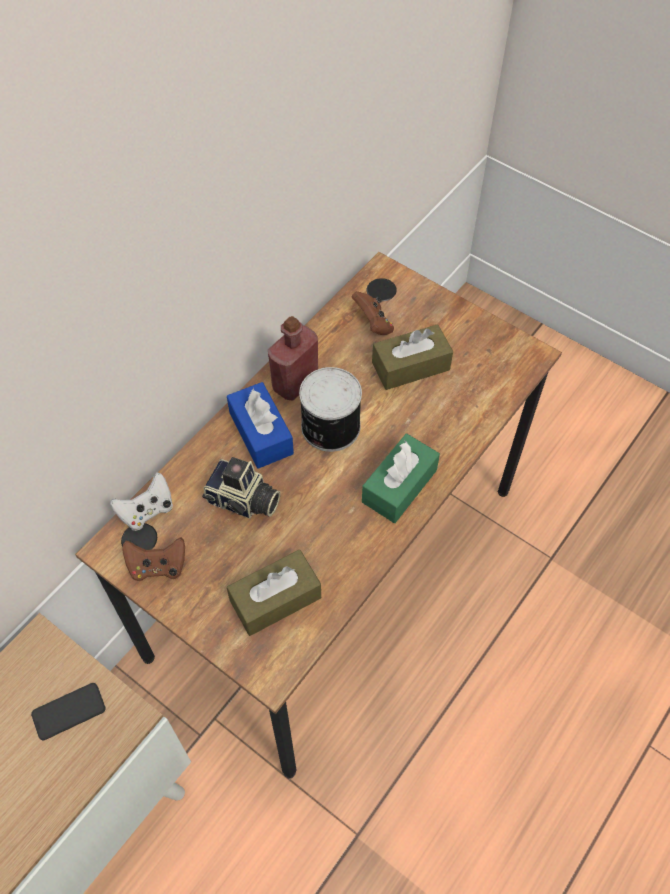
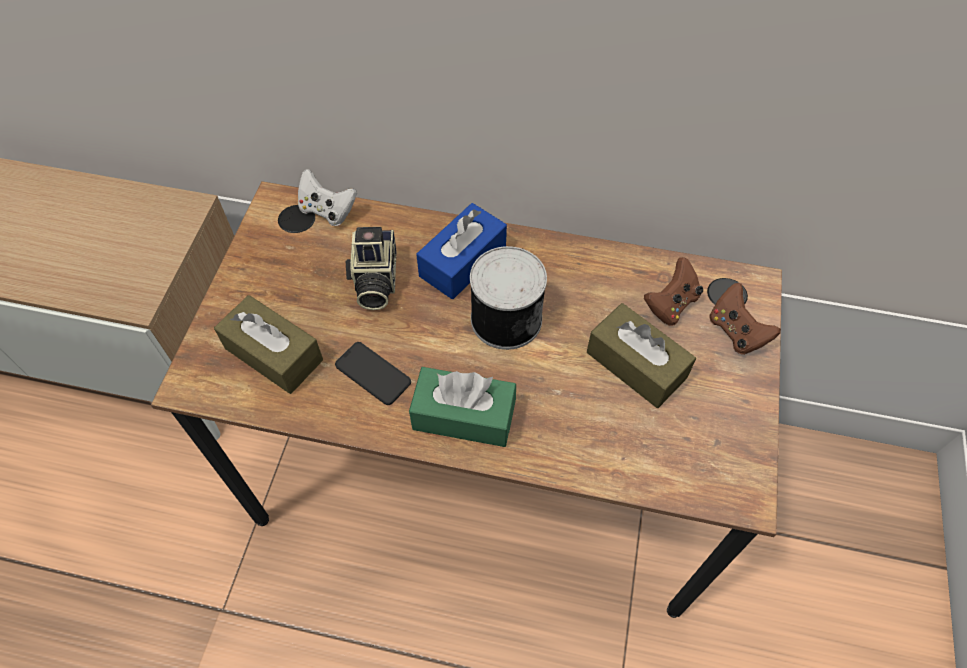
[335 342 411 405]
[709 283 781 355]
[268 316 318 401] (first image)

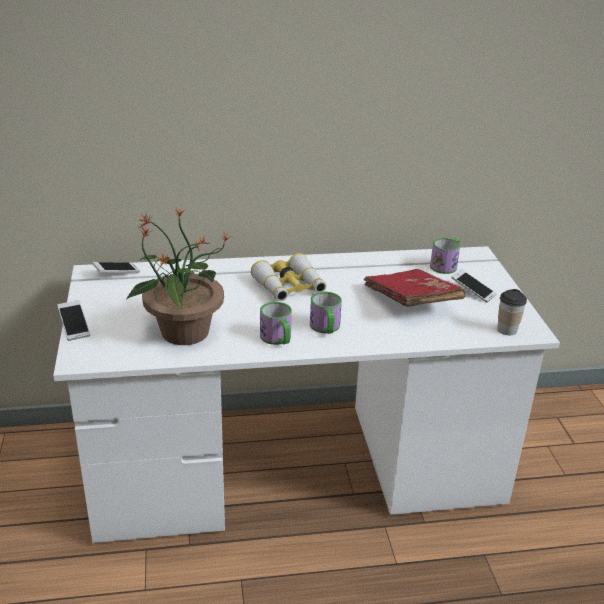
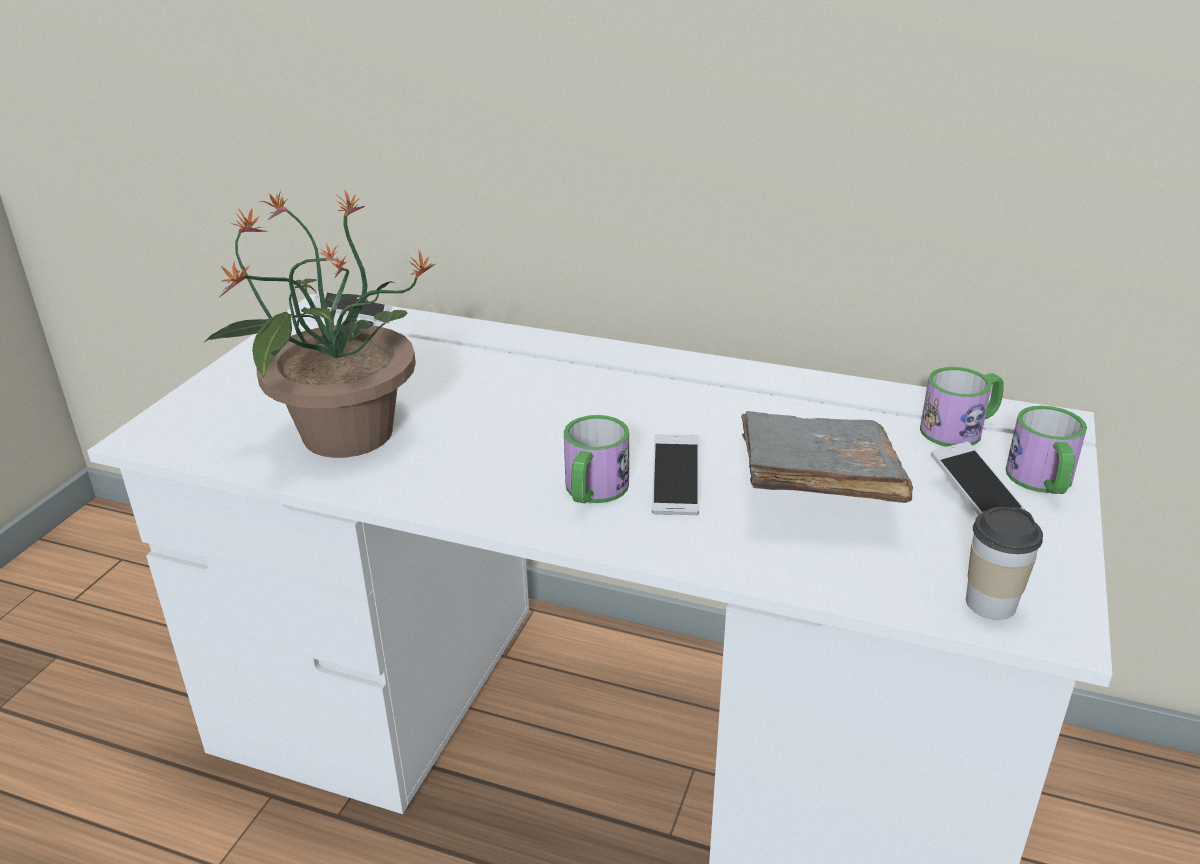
[652 434 699 515]
[251 253 326 301] (first image)
[1006 405 1087 494]
[741 411 913 503]

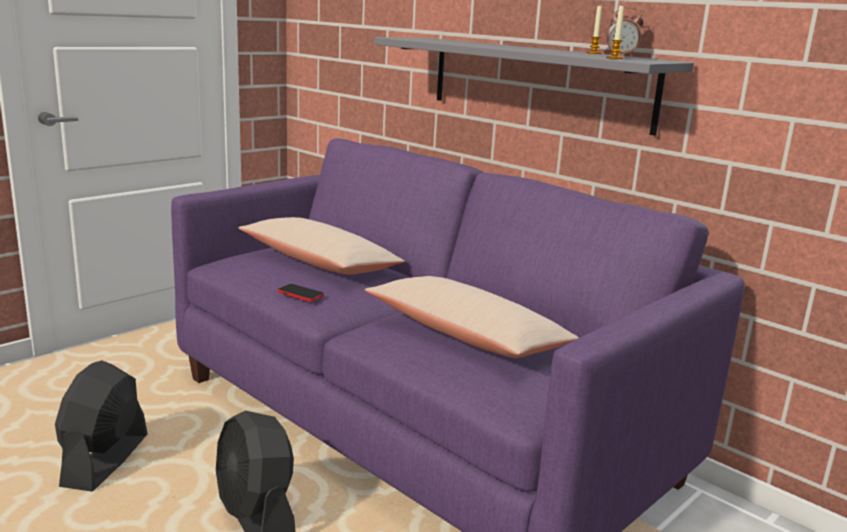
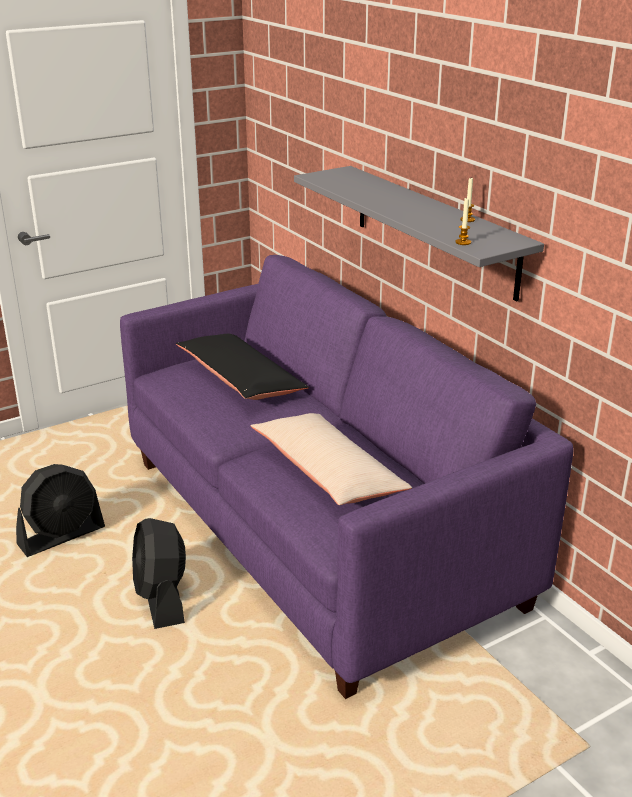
[16 464 105 557]
[176 334 309 400]
[277 284 324 302] (first image)
[607 7 644 57] (first image)

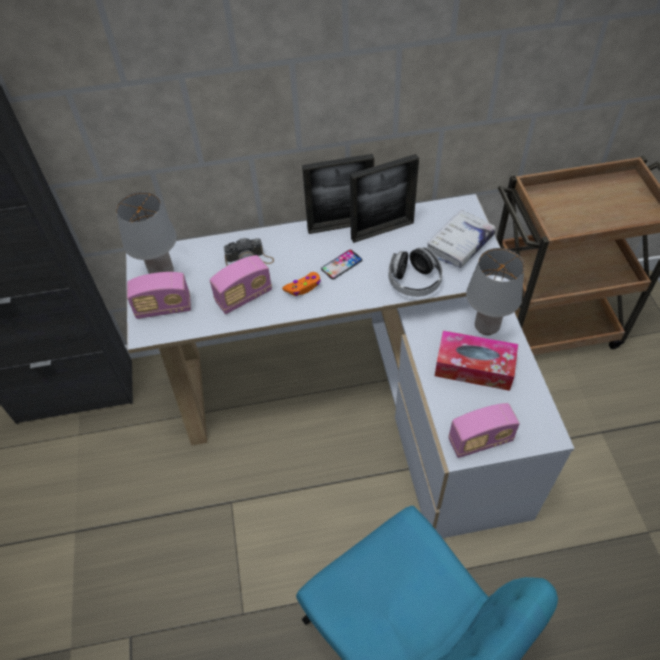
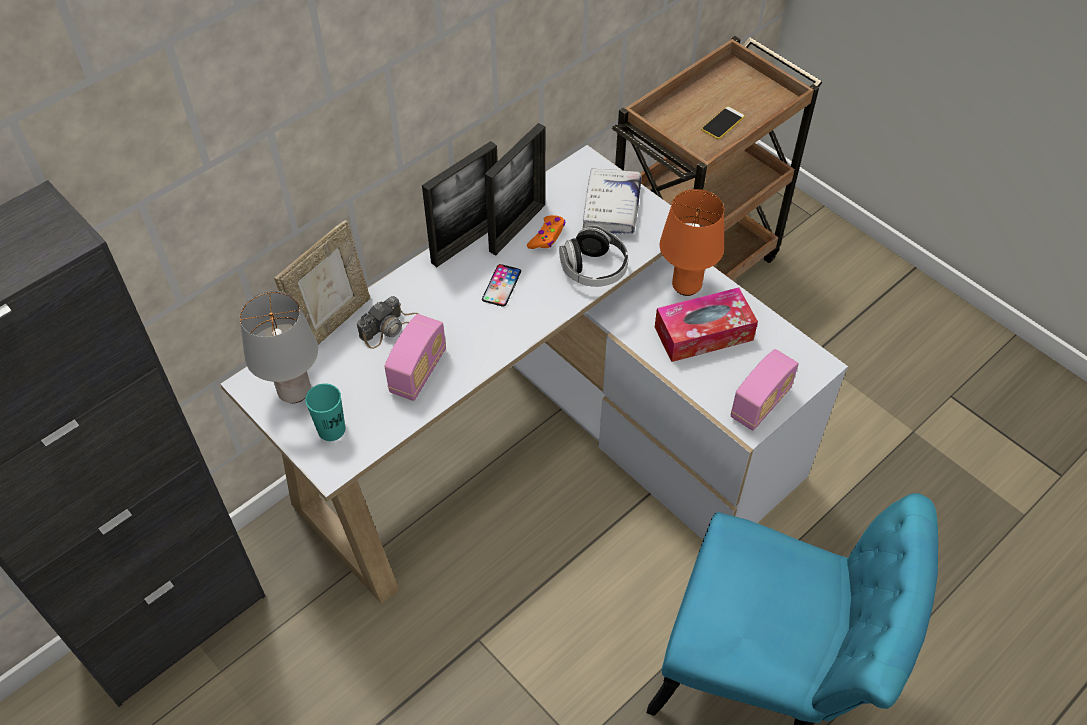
[305 383 345 441]
[527 215 565 249]
[660 189 724 296]
[274 220 370 345]
[701 106 745 139]

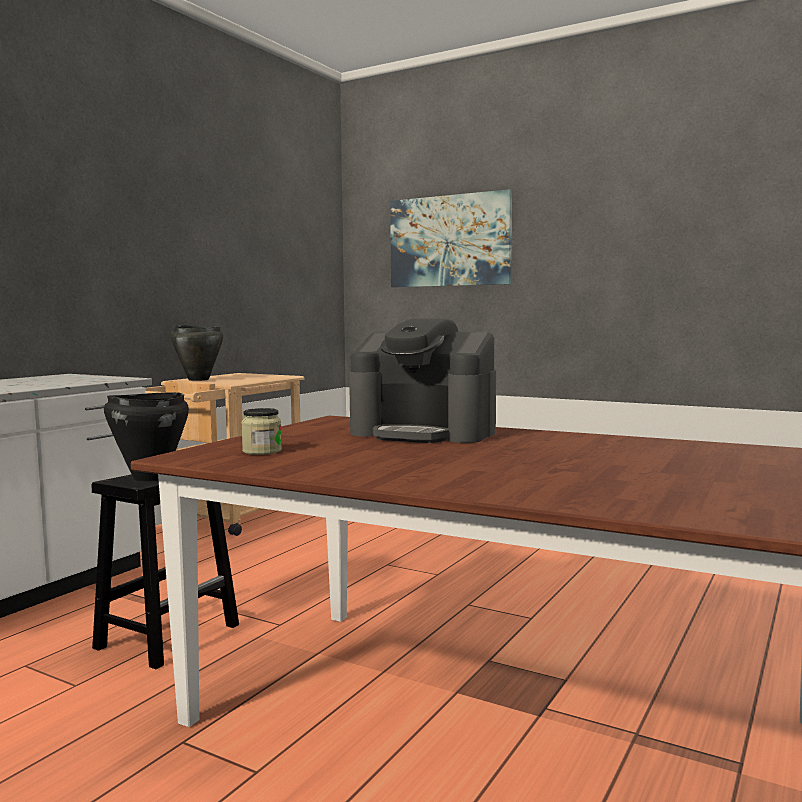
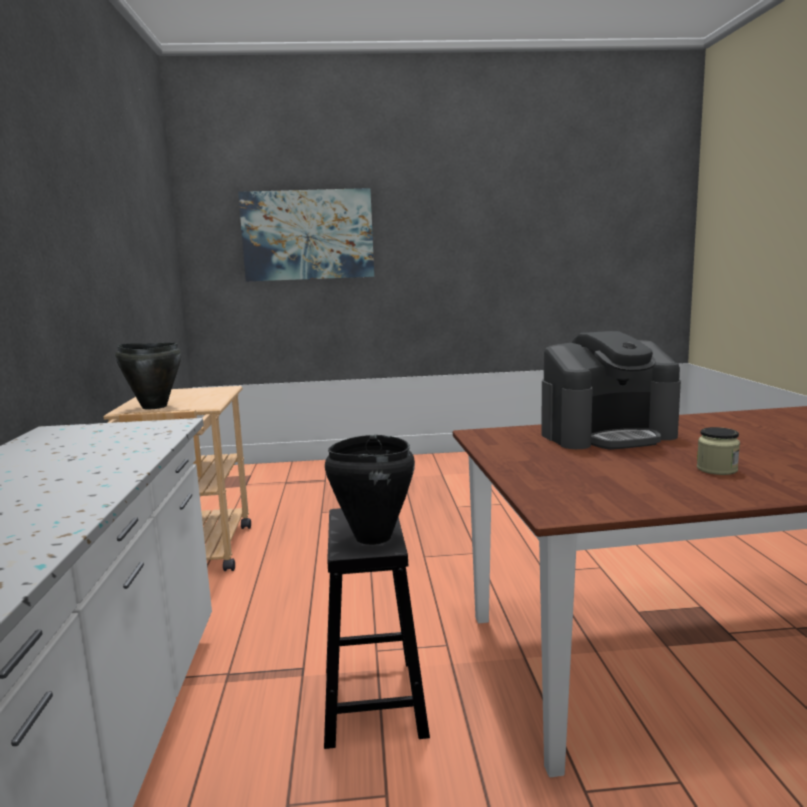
[697 427 740 475]

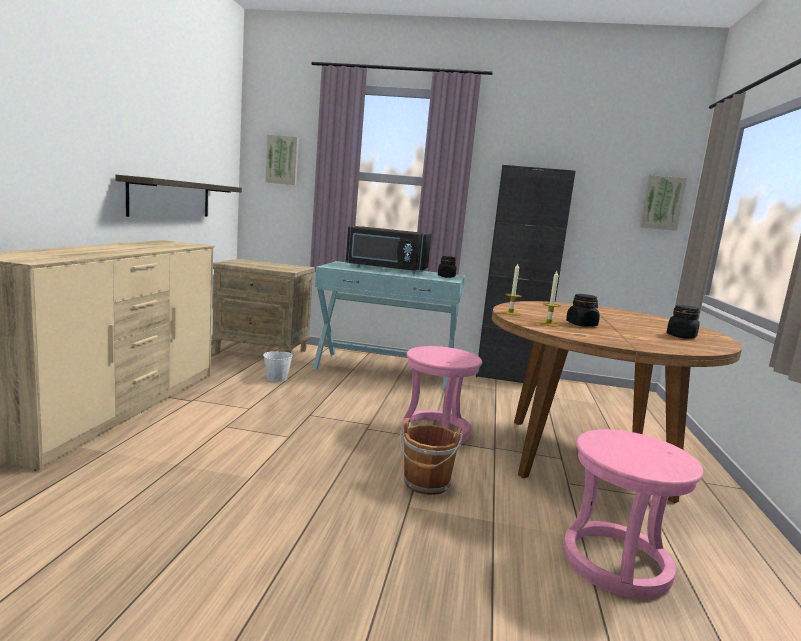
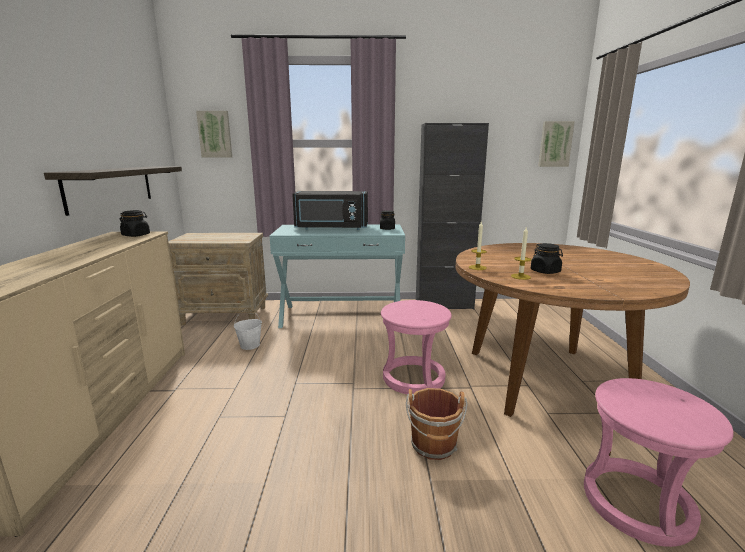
[119 210 150 237]

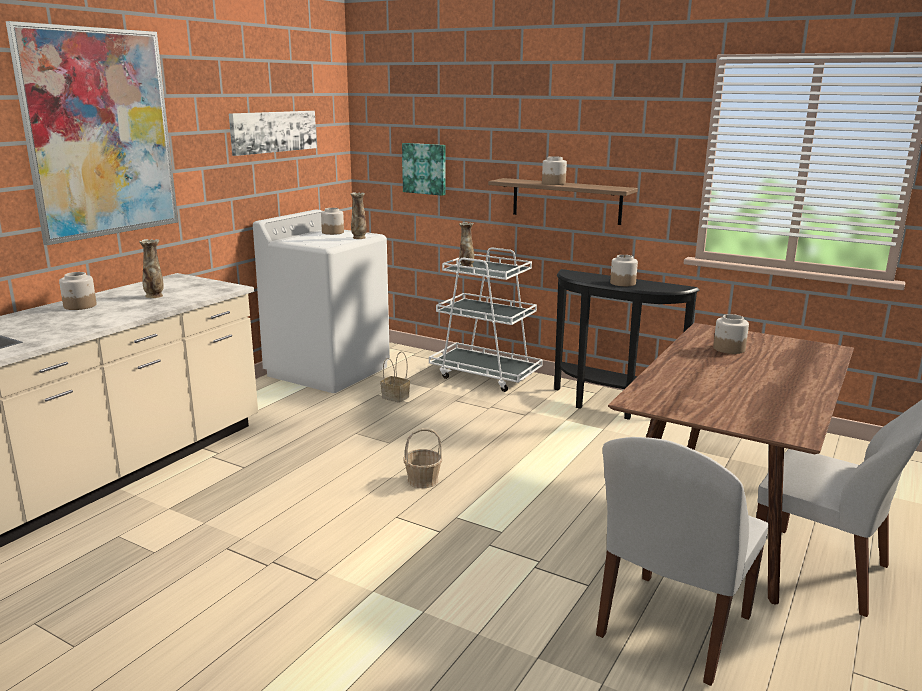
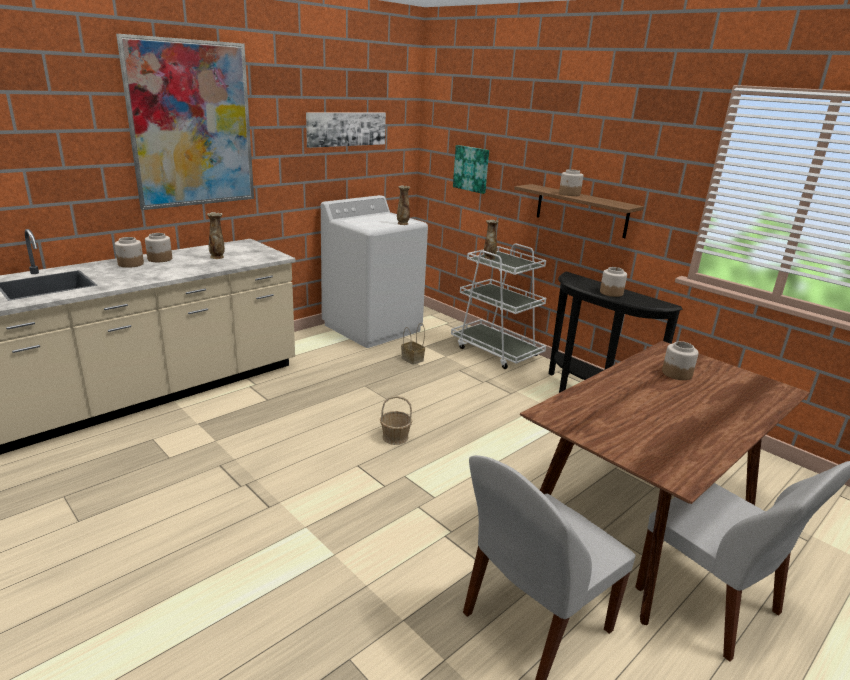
[115 237 144 268]

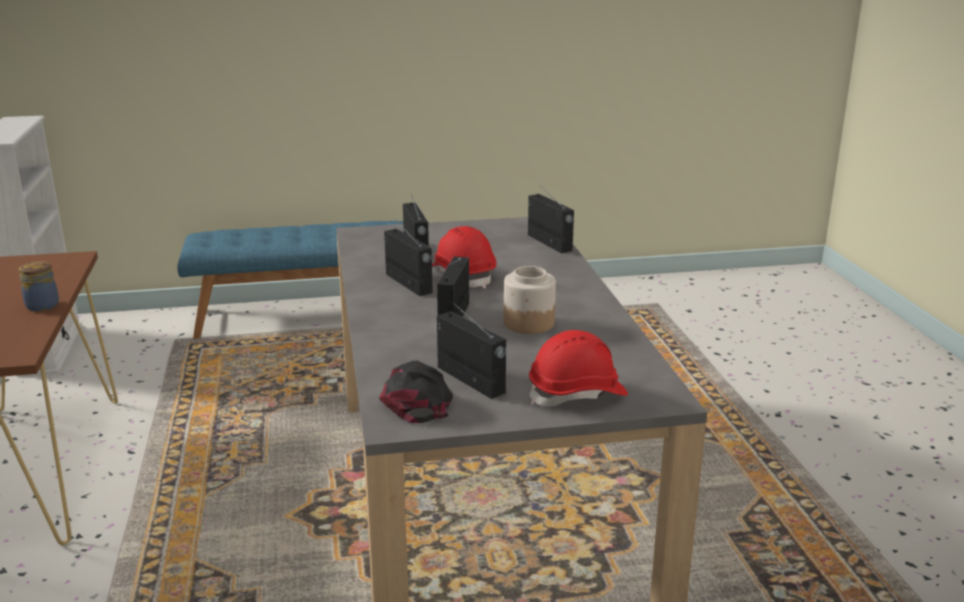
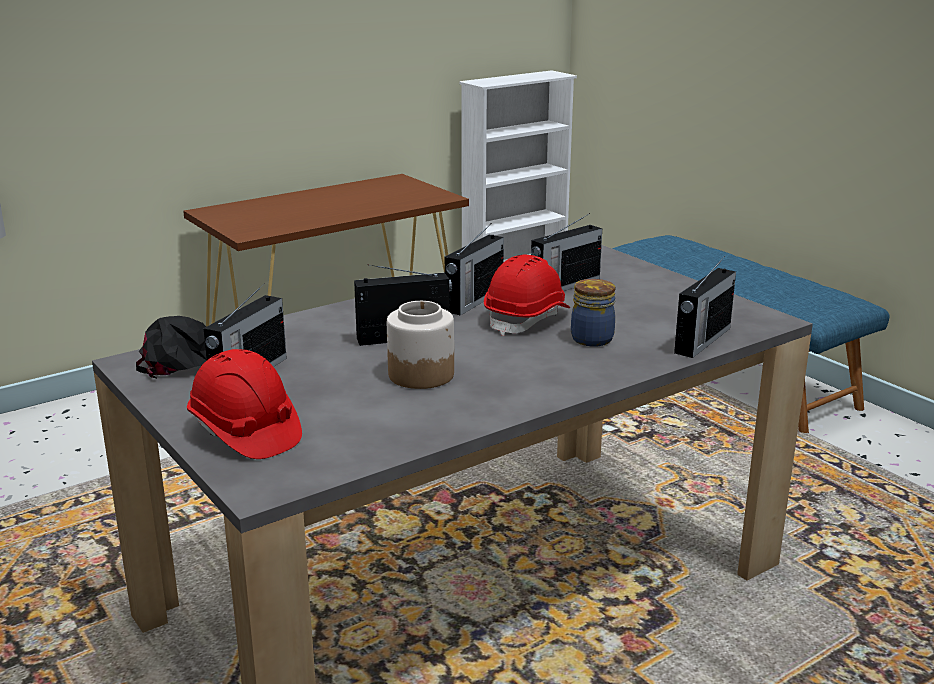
[571 279 615 346]

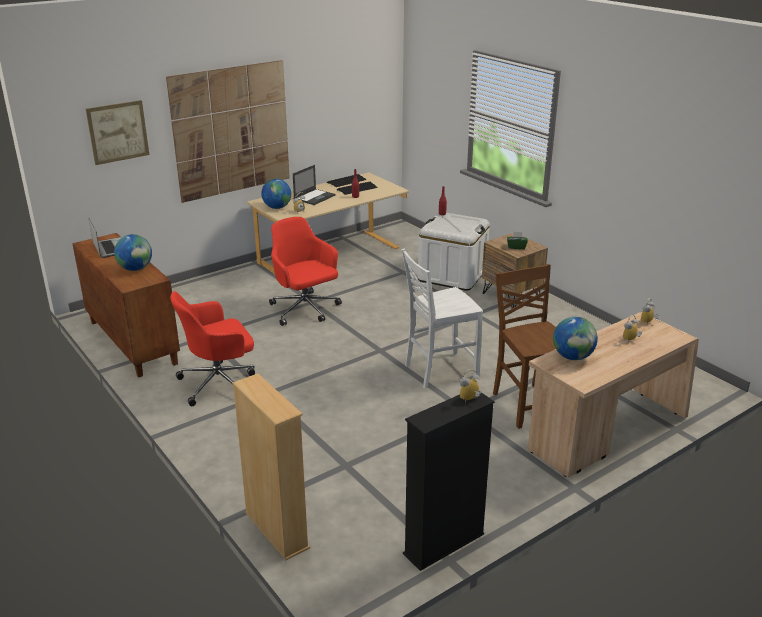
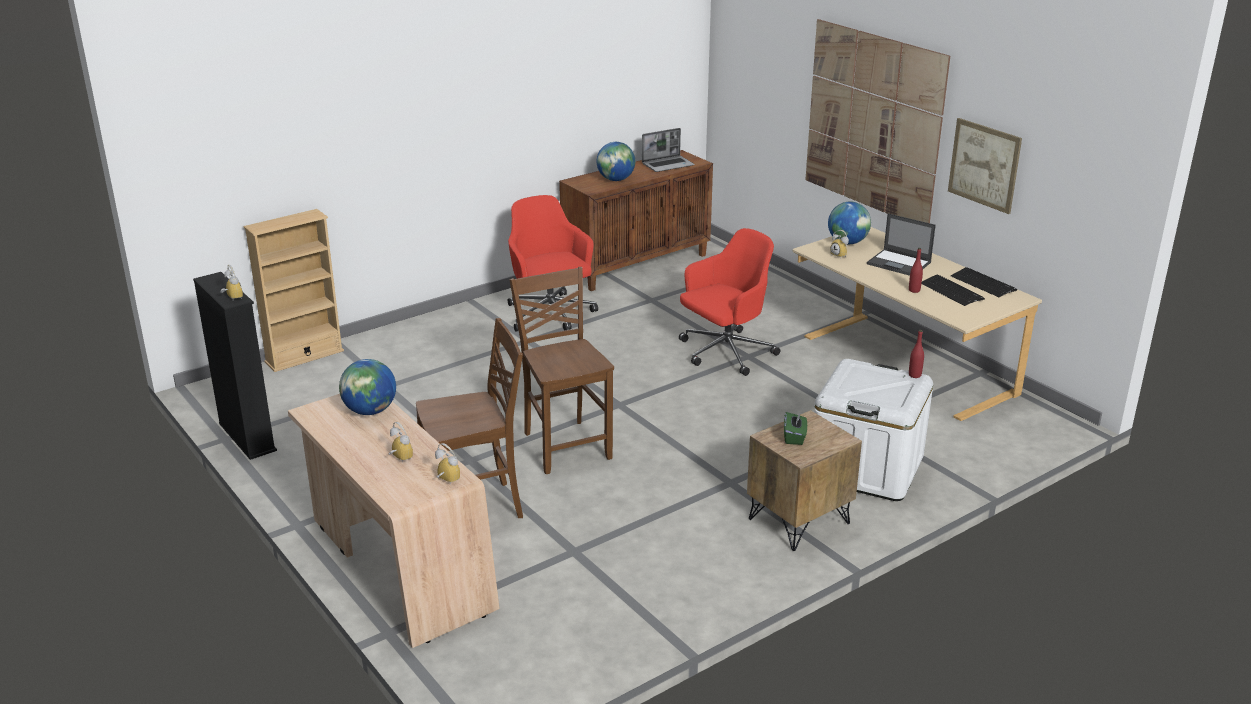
[948 118 1022 214]
[510 267 614 474]

